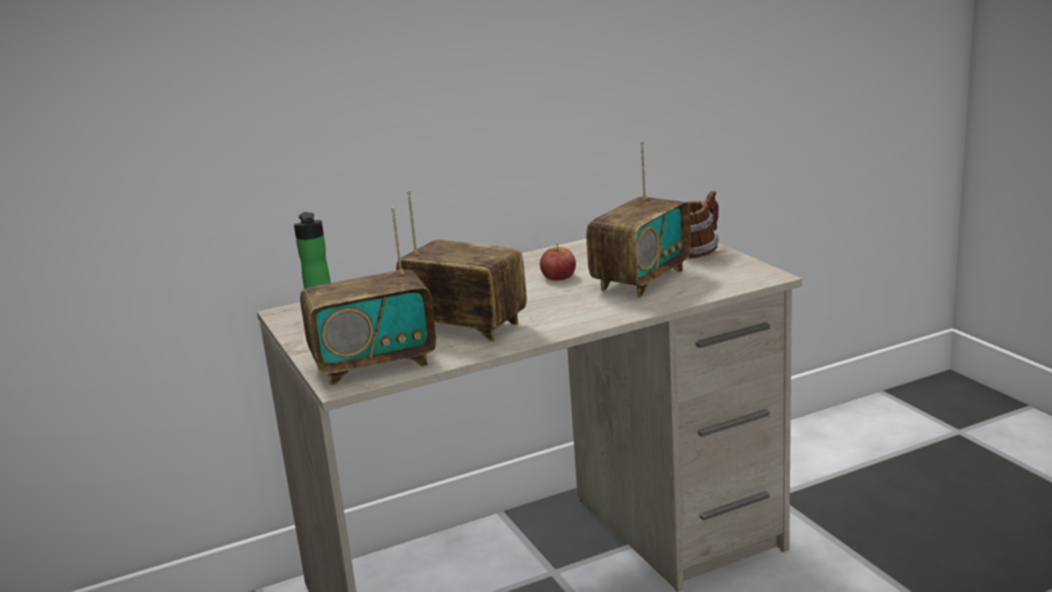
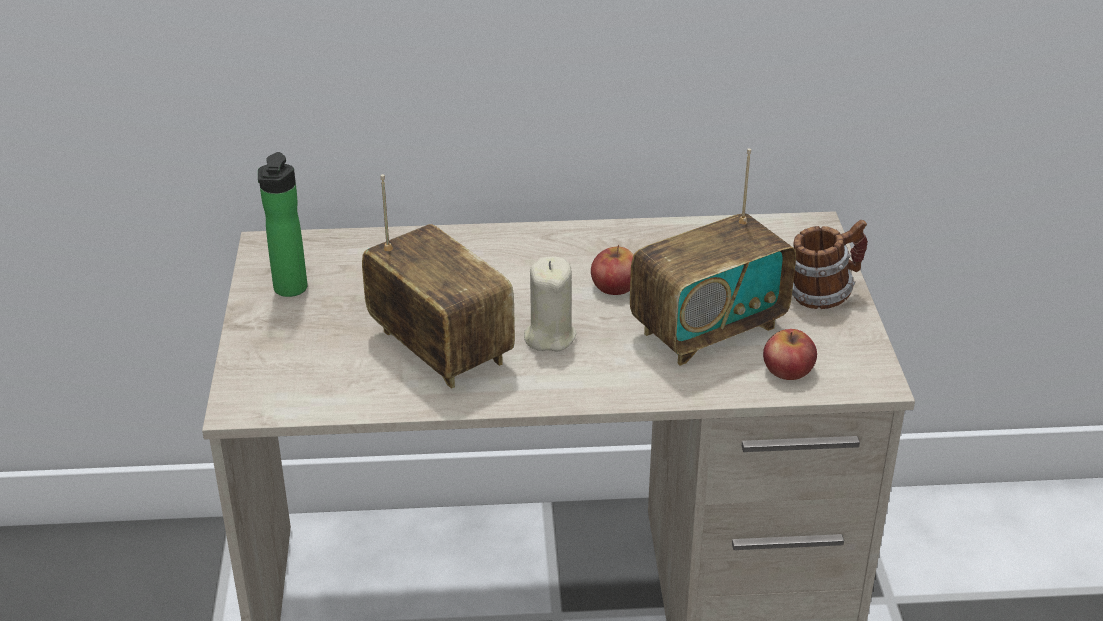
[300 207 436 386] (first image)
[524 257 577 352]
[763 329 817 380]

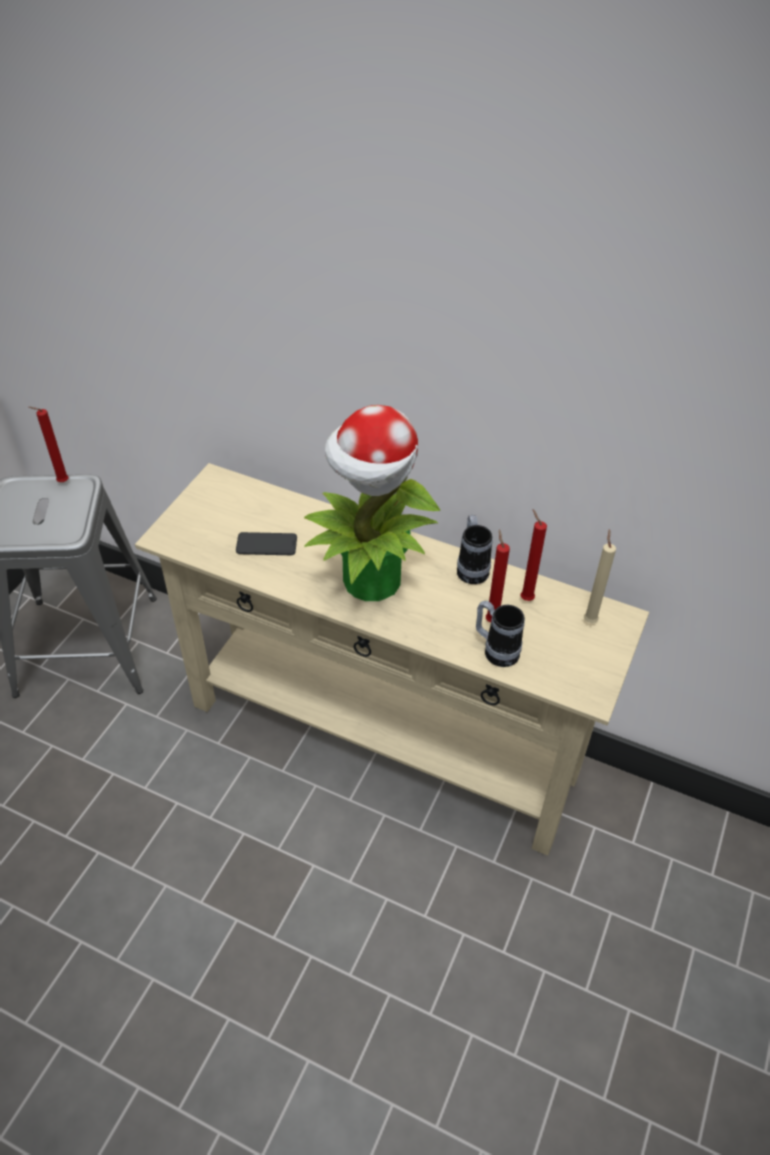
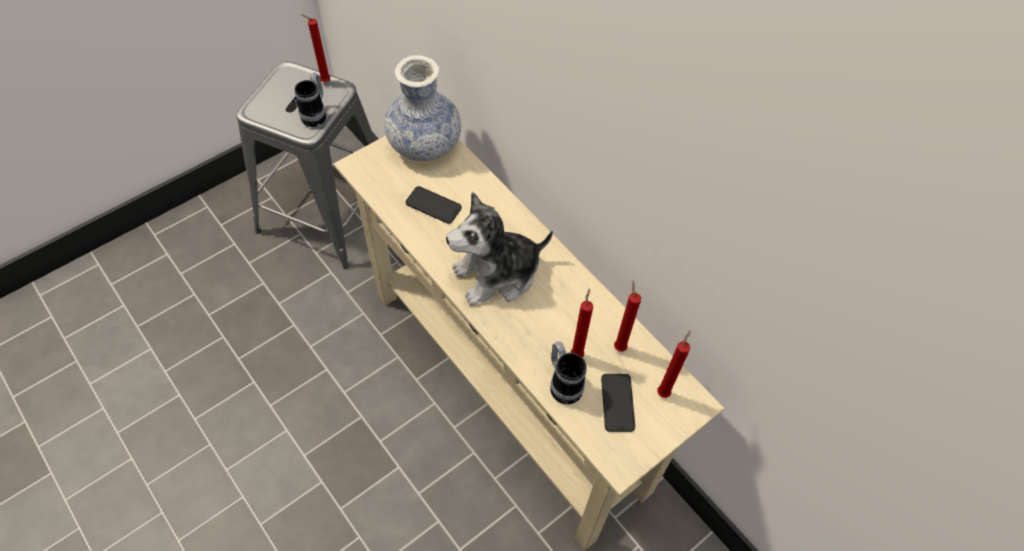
[446 192 553 306]
[295 73 326 127]
[657 330 691 398]
[384 55 461 161]
[601 374 635 432]

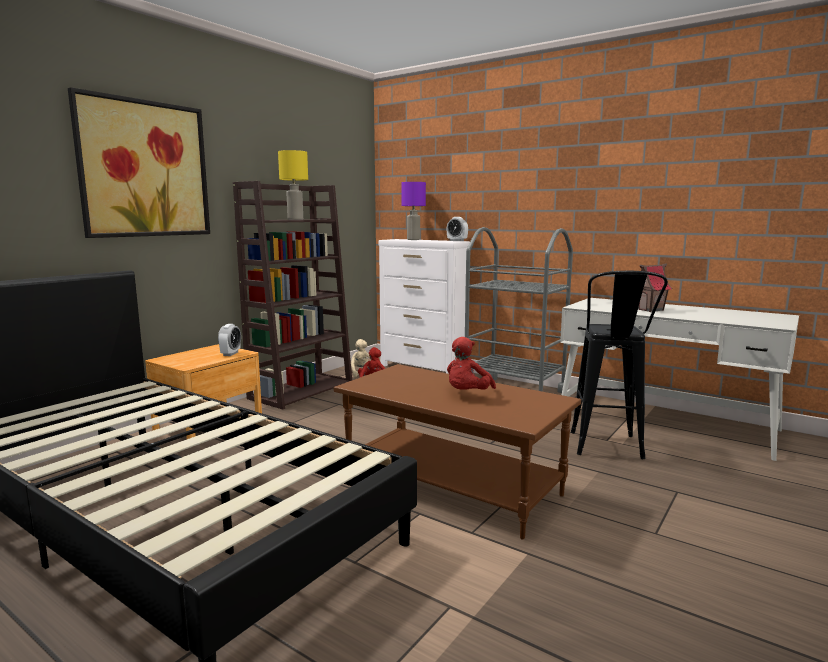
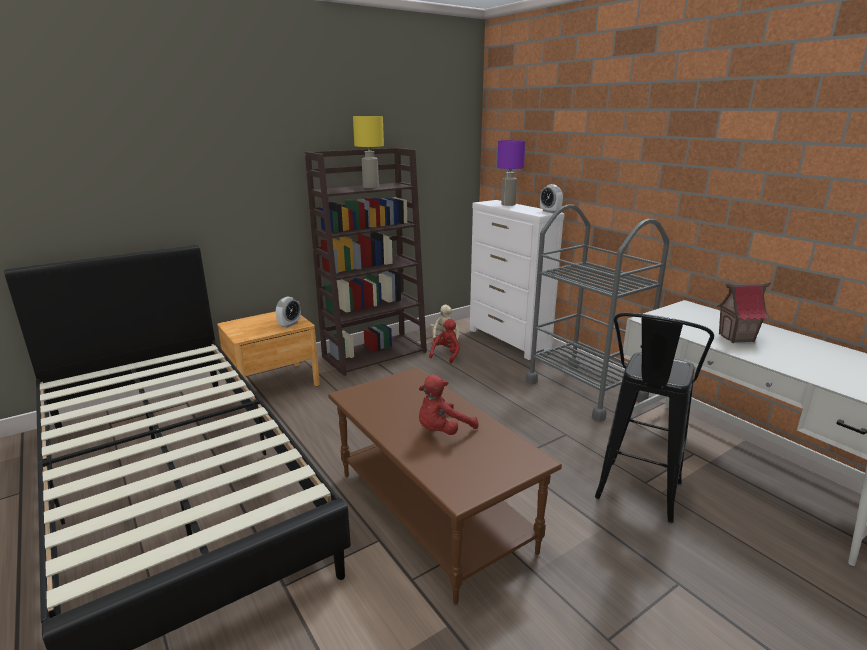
[68 87 210 238] (first image)

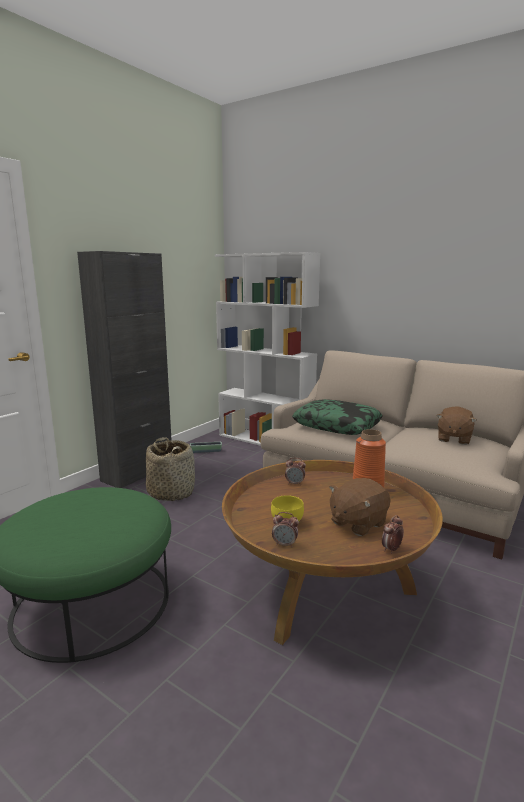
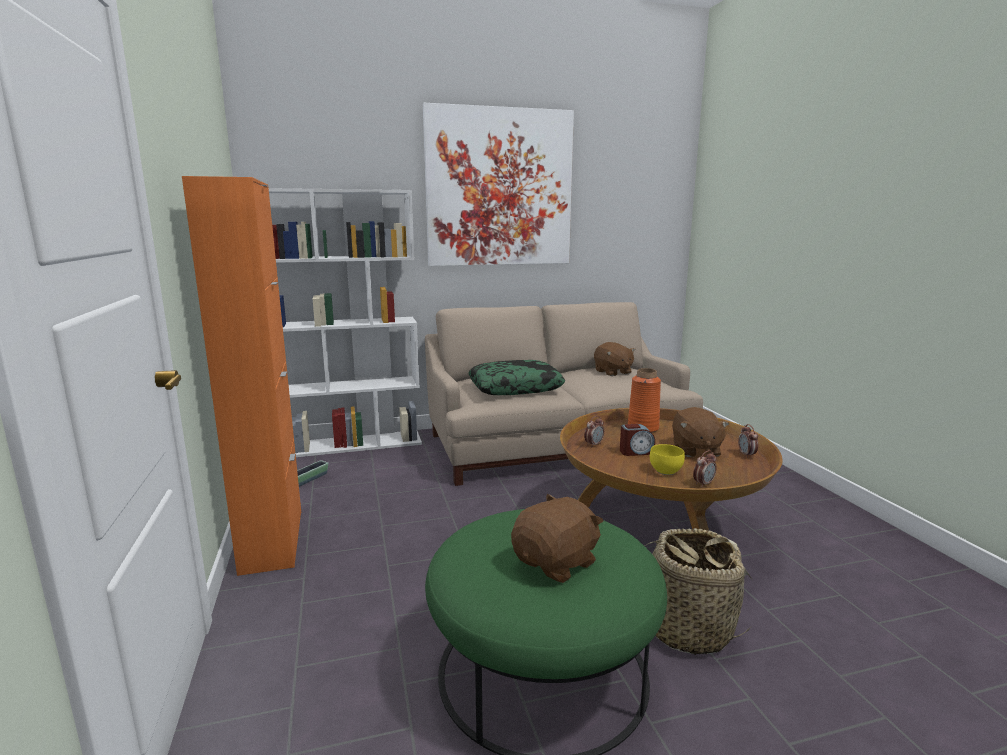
[182 176 301 576]
[645 528 753 655]
[423 103 574 266]
[511 494 603 583]
[620 424 655 456]

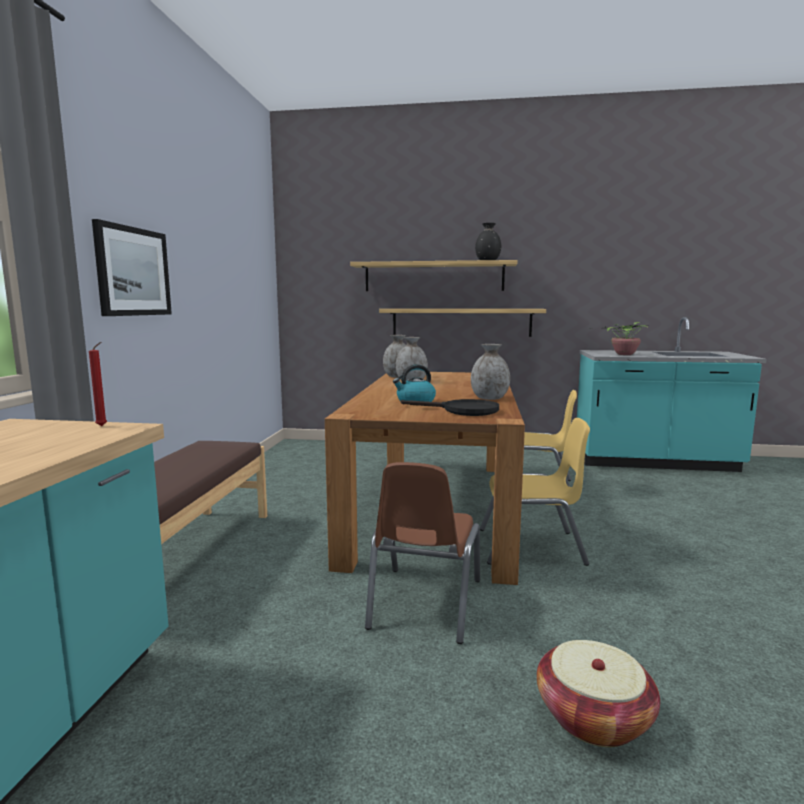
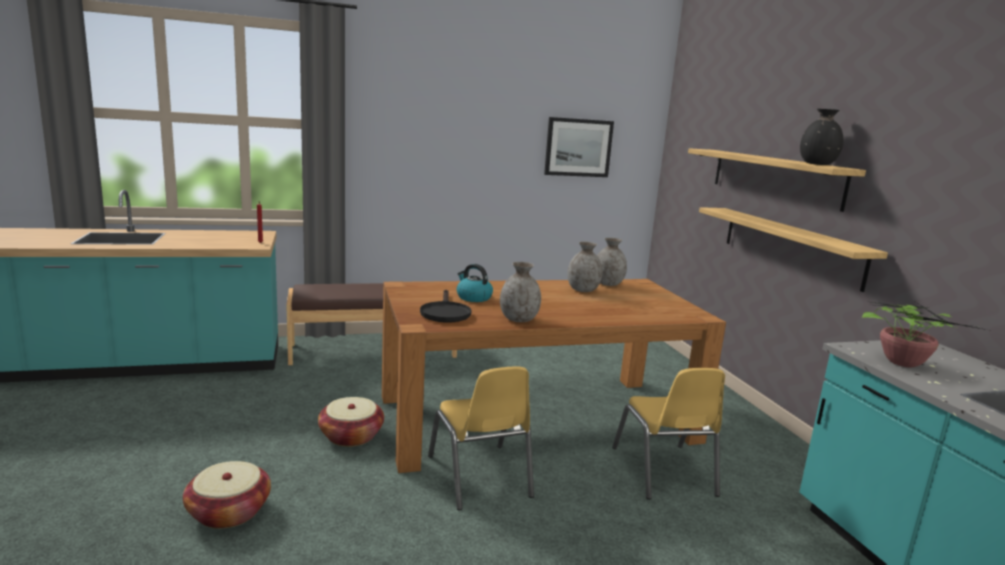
[544 117 614 177]
[318 397 384 447]

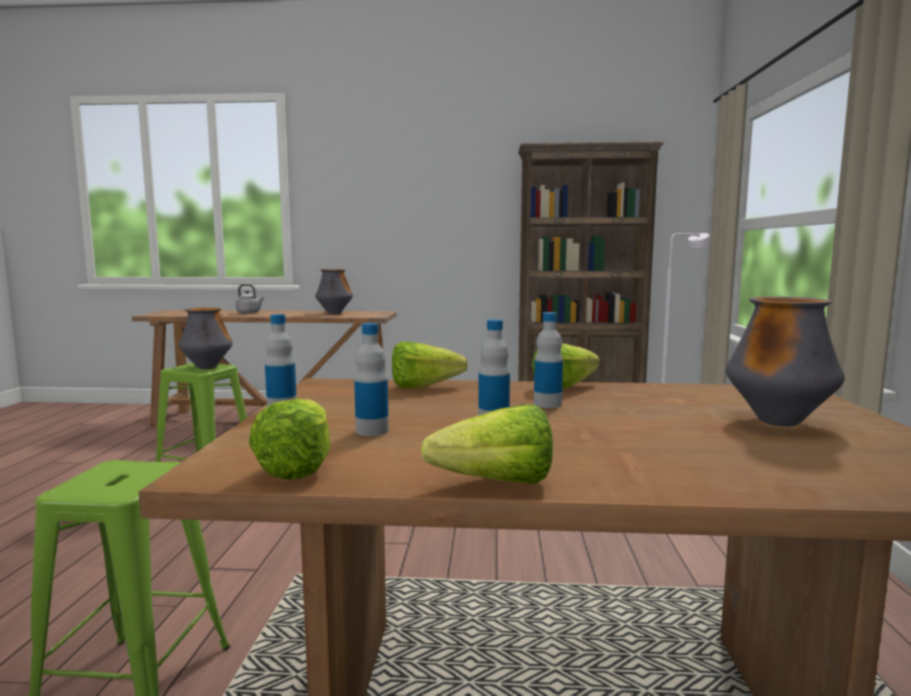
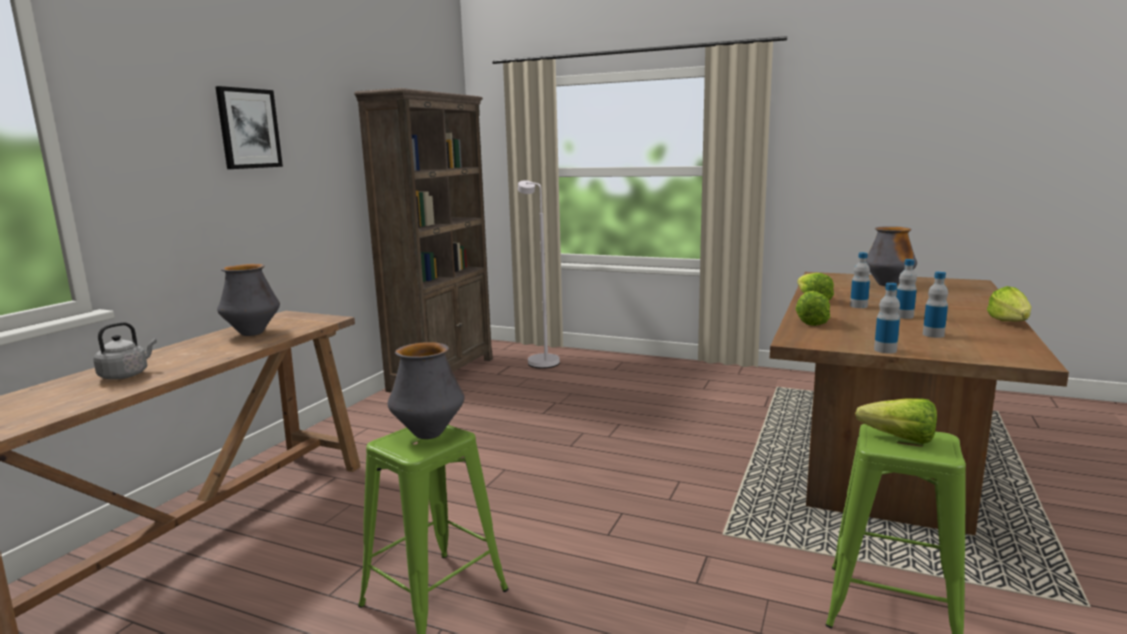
[855 398 937 444]
[215 86 283 169]

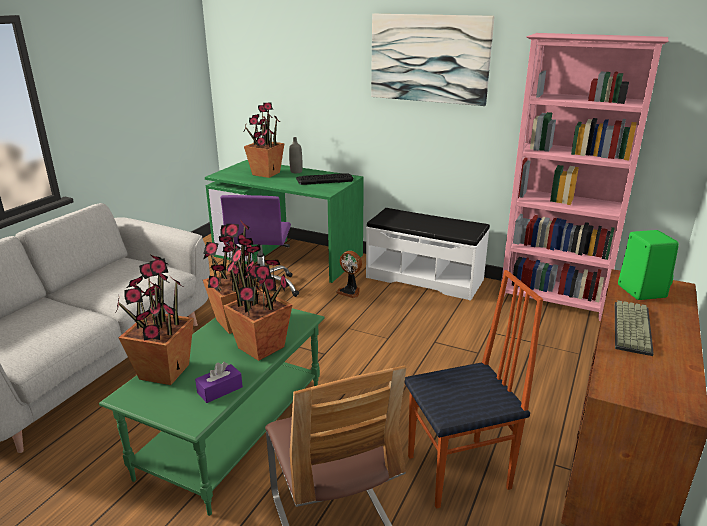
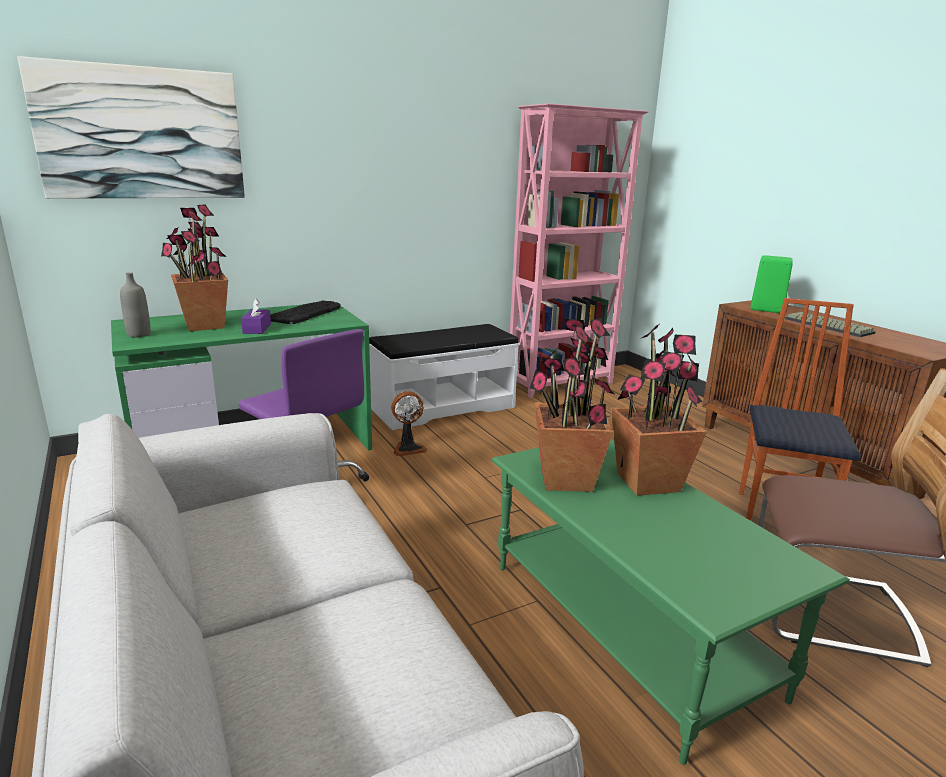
[117 255 194 385] (first image)
[241 299 271 334]
[120 272 151 338]
[17 56 245 199]

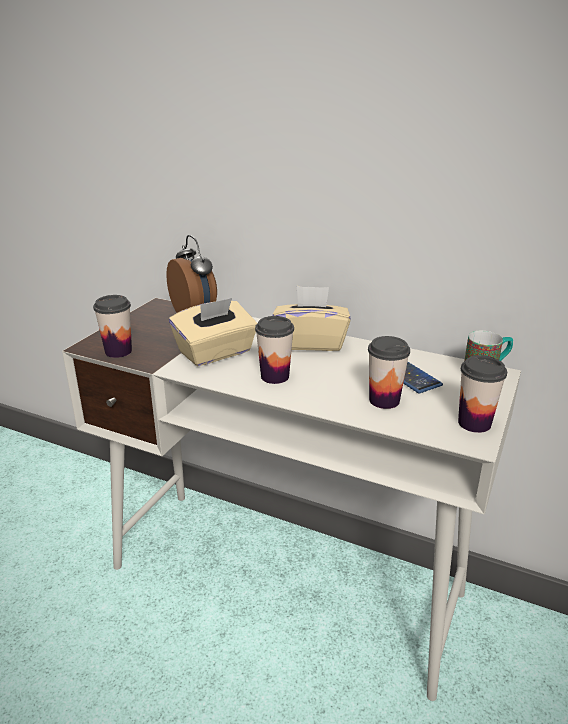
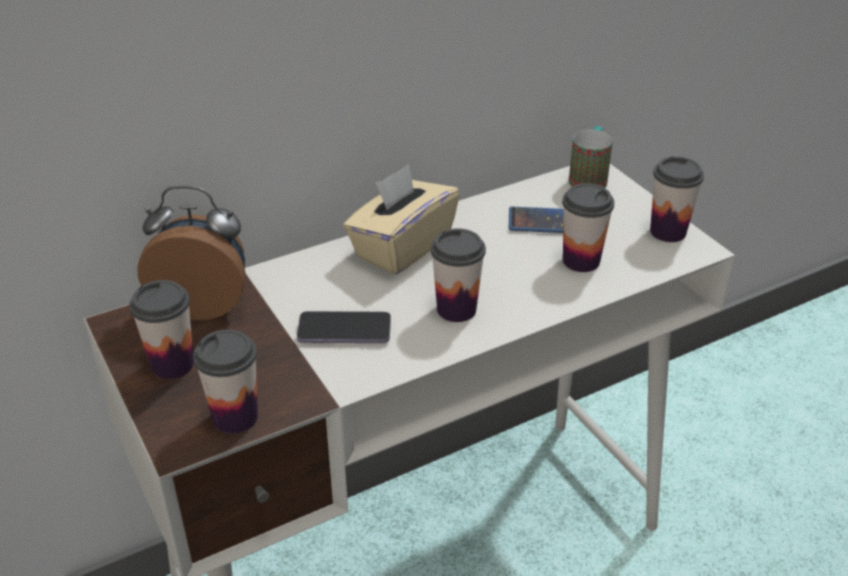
[297 311 391 343]
[129 280 194 379]

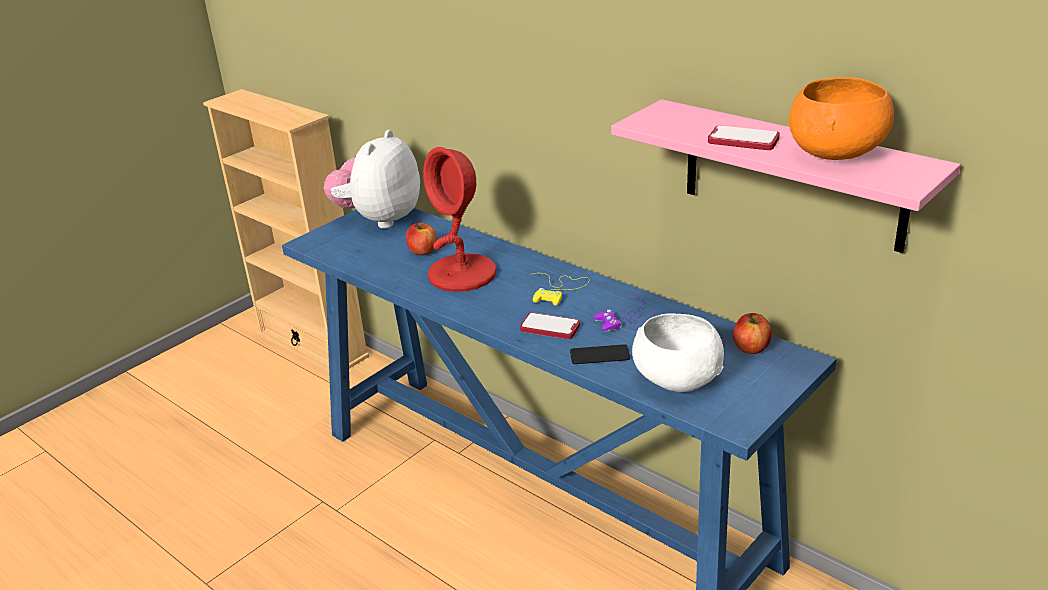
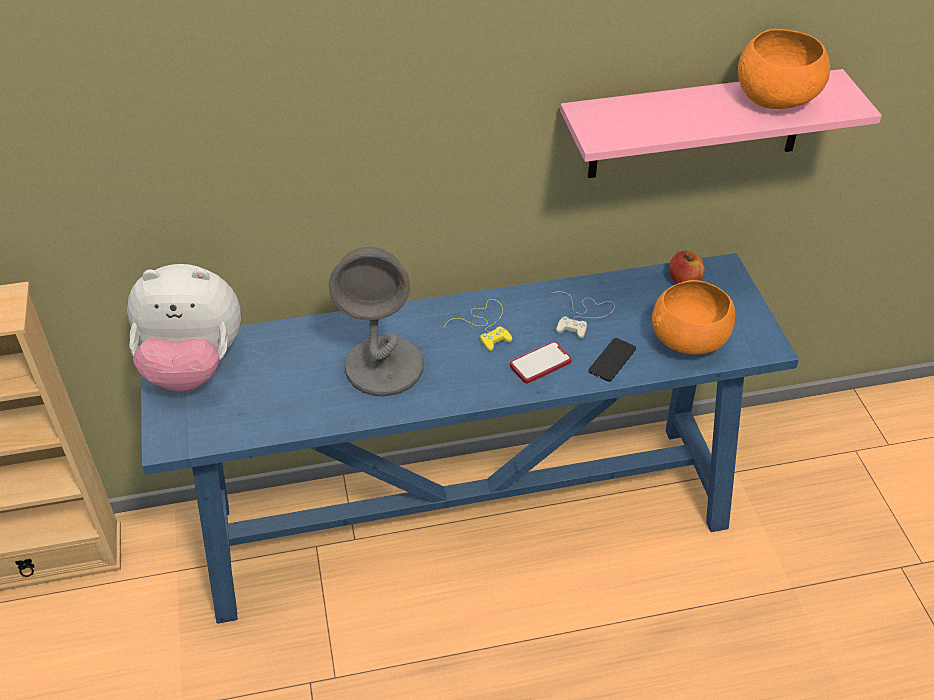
[127 264 241 392]
[406 223 437 255] (first image)
[329 247 424 397]
[553 292 615 339]
[652 280 735 355]
[708 126 780 150] (first image)

